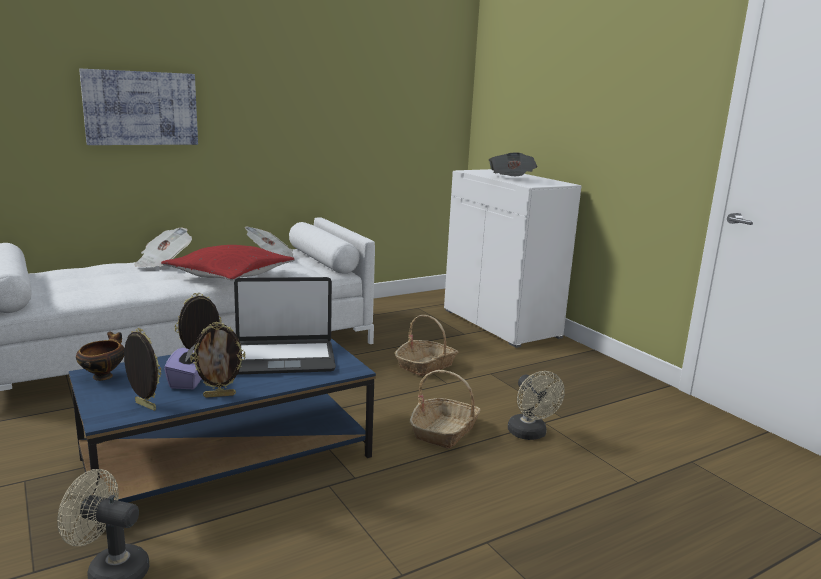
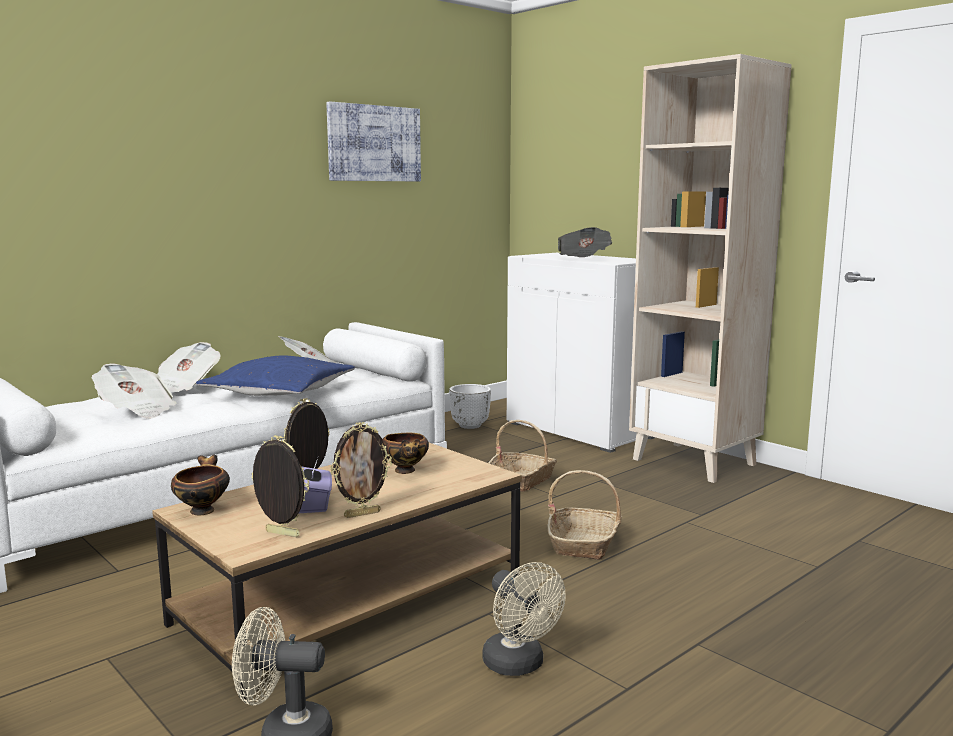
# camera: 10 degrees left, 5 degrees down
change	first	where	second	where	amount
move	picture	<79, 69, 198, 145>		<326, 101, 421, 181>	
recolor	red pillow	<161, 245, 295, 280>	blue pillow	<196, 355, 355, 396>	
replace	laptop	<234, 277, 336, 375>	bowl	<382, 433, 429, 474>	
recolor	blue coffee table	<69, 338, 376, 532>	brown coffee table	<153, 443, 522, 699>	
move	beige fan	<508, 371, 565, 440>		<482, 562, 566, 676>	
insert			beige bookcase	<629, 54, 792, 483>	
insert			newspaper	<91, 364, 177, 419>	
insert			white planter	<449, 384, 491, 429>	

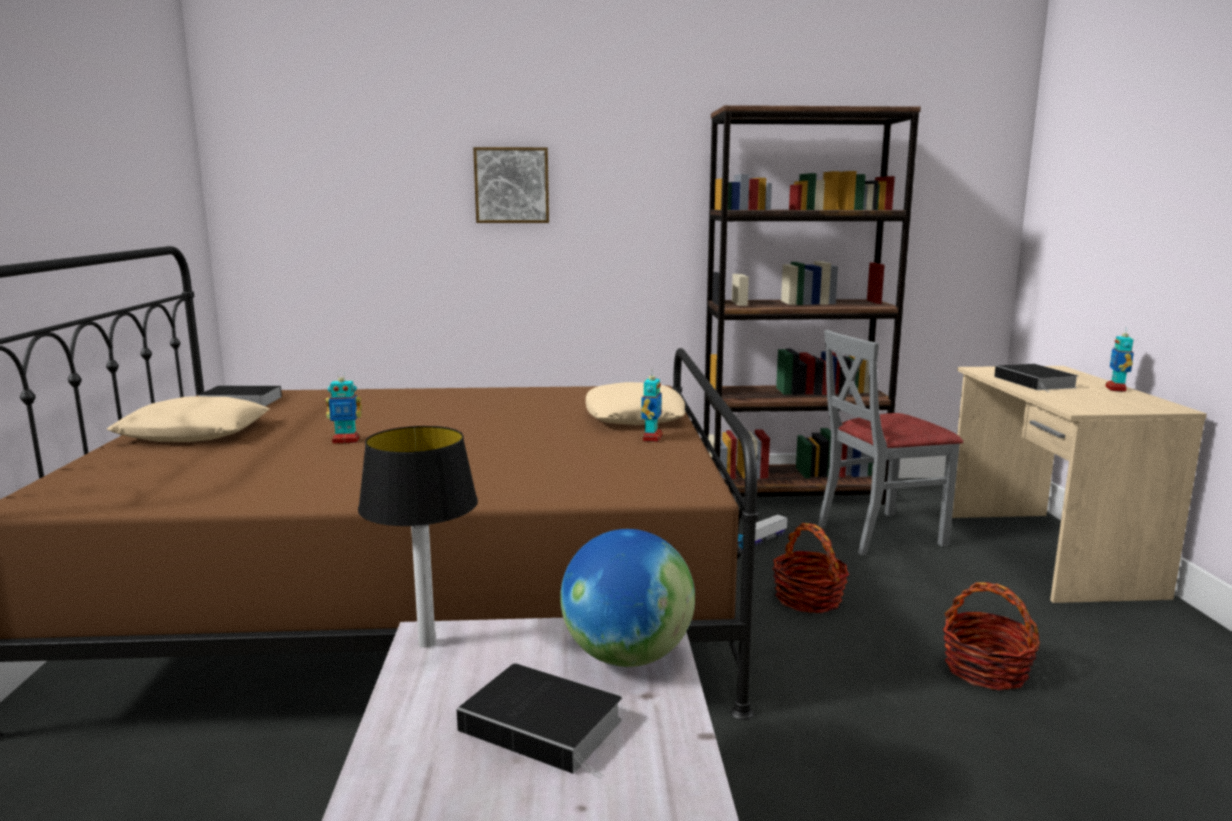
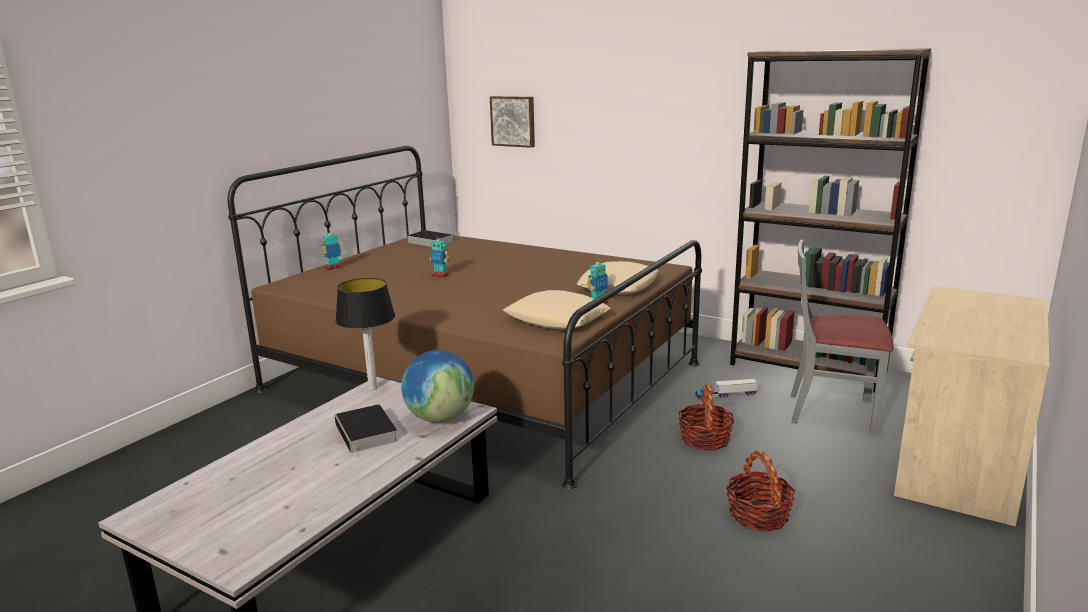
# camera: 35 degrees right, 5 degrees up
change	first	where	second	where	amount
move	picture	<473, 147, 549, 223>		<490, 96, 535, 148>	
move	toy robot	<1106, 327, 1134, 392>		<322, 229, 342, 270>	
delete	book	<994, 364, 1078, 393>			
move	beige pillow	<106, 396, 269, 442>		<503, 290, 611, 329>	

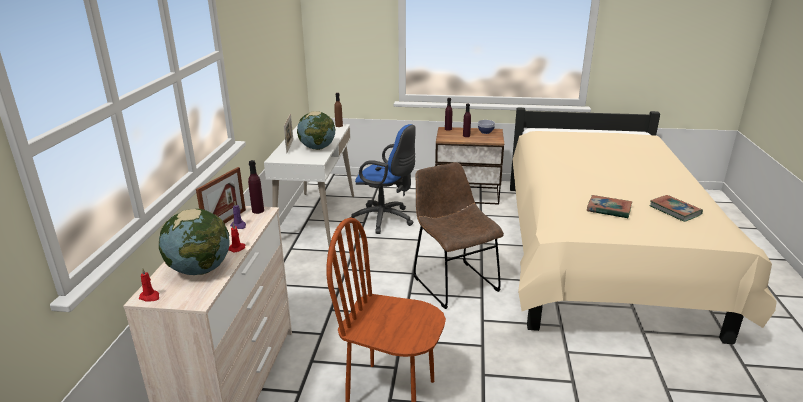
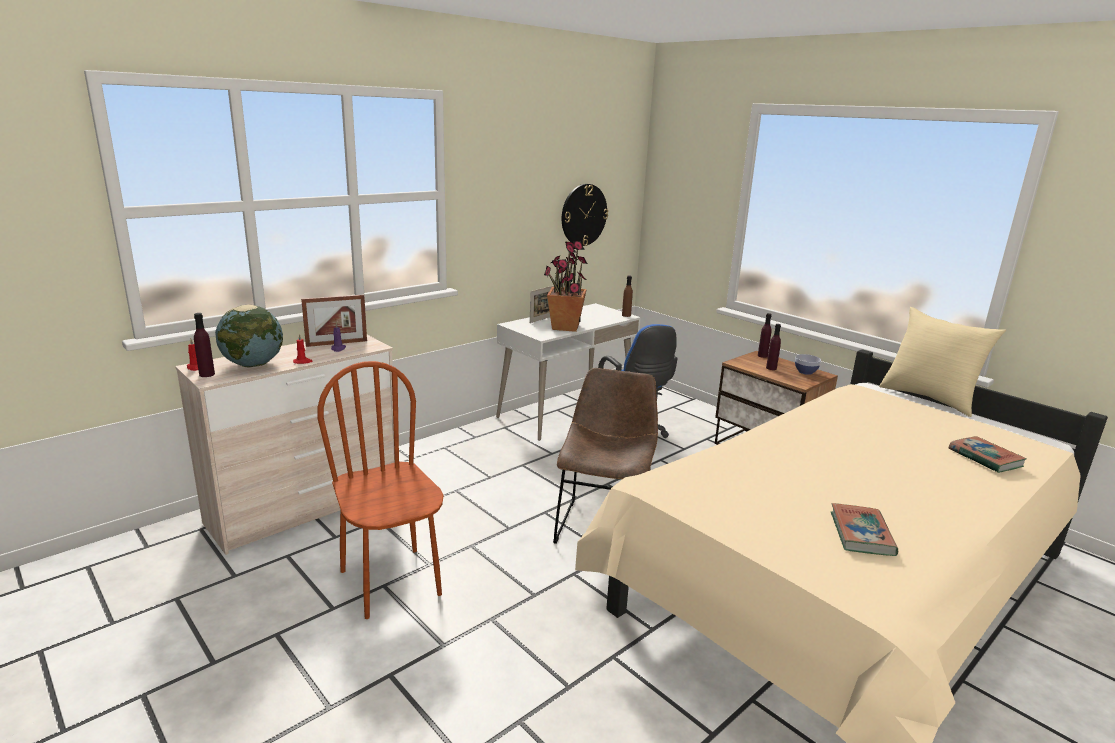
# camera: 40 degrees right, 5 degrees down
change	first	where	second	where	amount
replace	globe	<297, 111, 336, 150>	potted plant	<544, 241, 588, 332>	
move	purple bottle	<248, 160, 264, 214>		<194, 313, 215, 377>	
move	book	<587, 195, 632, 218>		<949, 436, 1027, 473>	
insert			wall clock	<562, 184, 608, 246>	
insert			beige pillow	<879, 307, 1006, 417>	

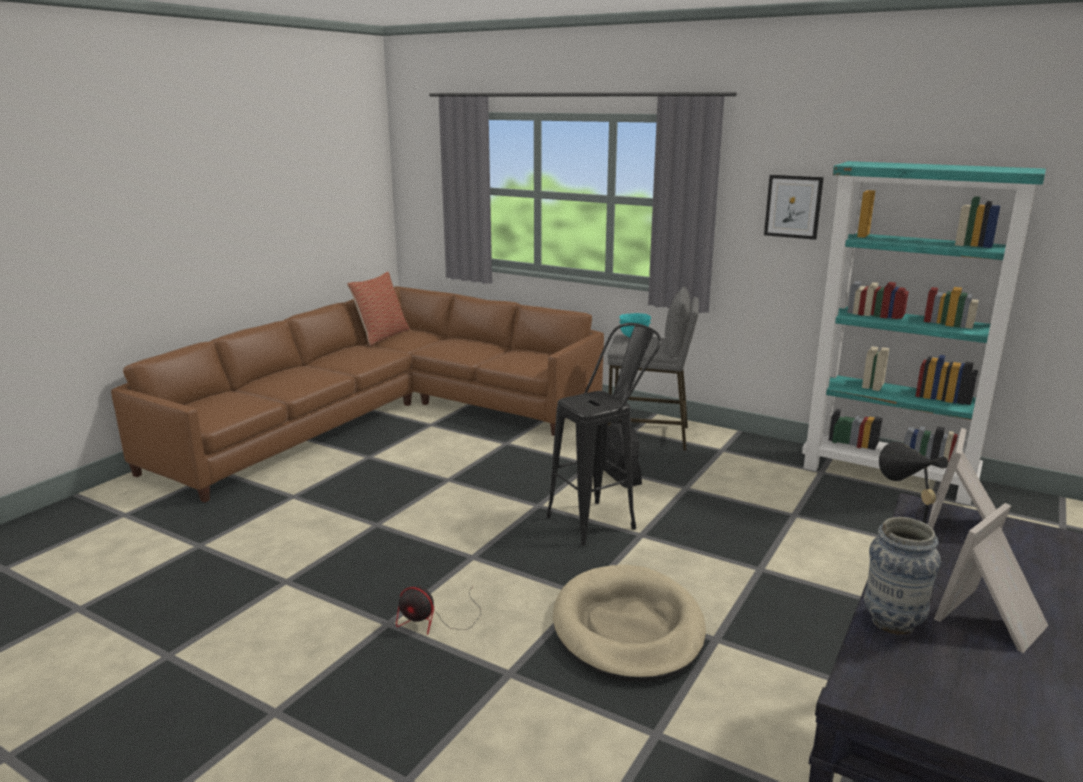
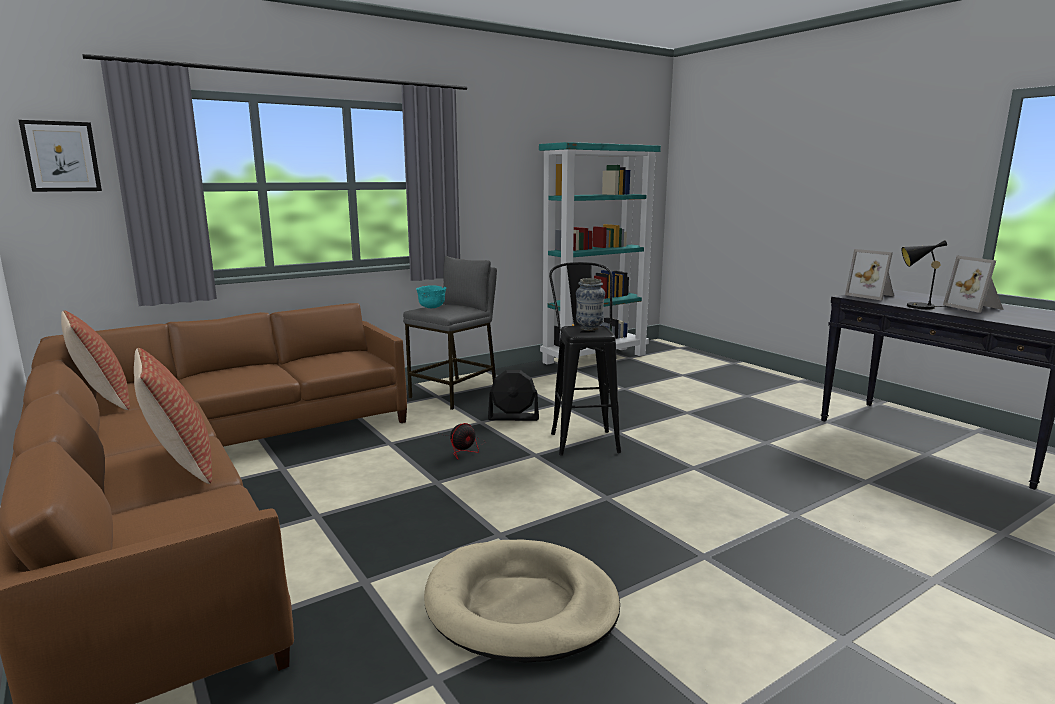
# camera: 65 degrees left, 5 degrees down
change	first	where	second	where	amount
move	picture	<764, 175, 824, 240>		<19, 120, 102, 192>	
move	vase	<864, 517, 941, 635>		<576, 278, 605, 331>	
move	beige dog bed	<553, 565, 706, 682>		<424, 540, 620, 663>	
move	fan	<396, 585, 481, 635>		<439, 423, 484, 460>	
insert			pillow	<134, 348, 212, 484>	

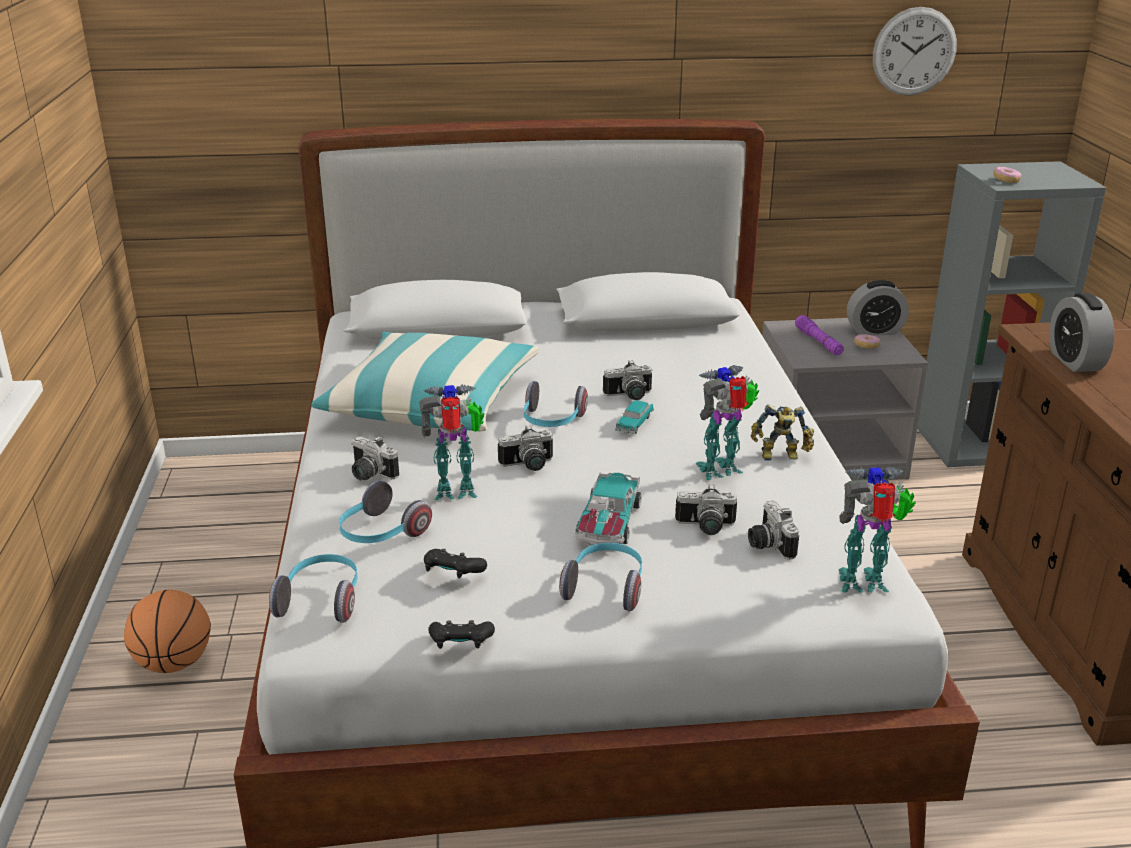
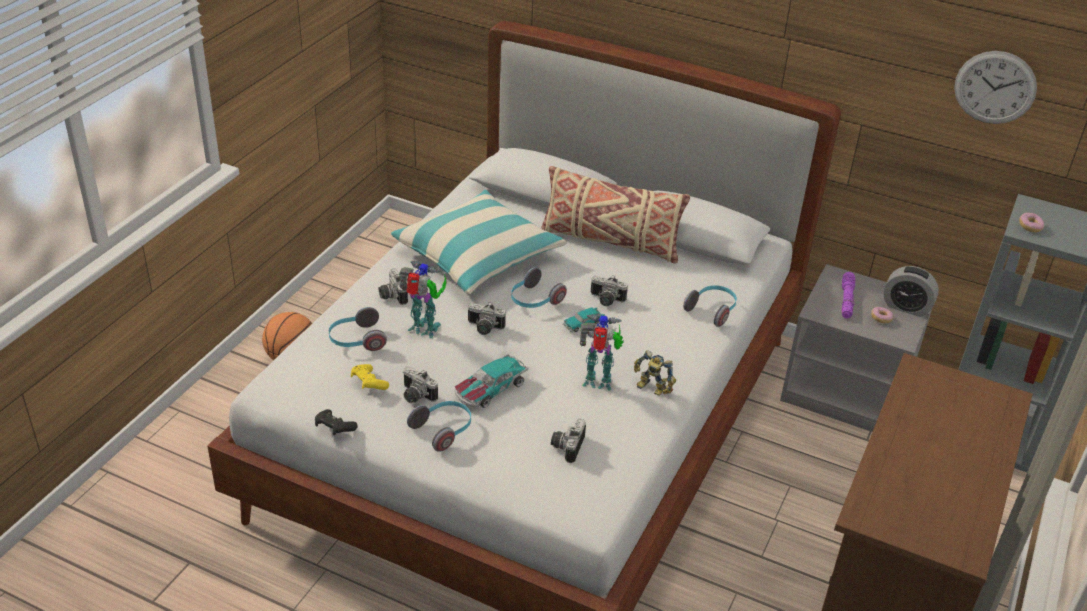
# camera: 30 degrees right, 10 degrees up
change	first	where	second	where	amount
delete	alarm clock	<1049, 293, 1114, 372>			
delete	toy robot	<839, 467, 916, 593>			
move	photo camera	<675, 484, 737, 535>		<403, 366, 438, 403>	
recolor	black game controller	<424, 549, 487, 578>	yellow game controller	<351, 364, 389, 390>	
move	headphones	<269, 554, 358, 623>		<683, 285, 737, 327>	
insert			beige pillow	<542, 166, 690, 264>	

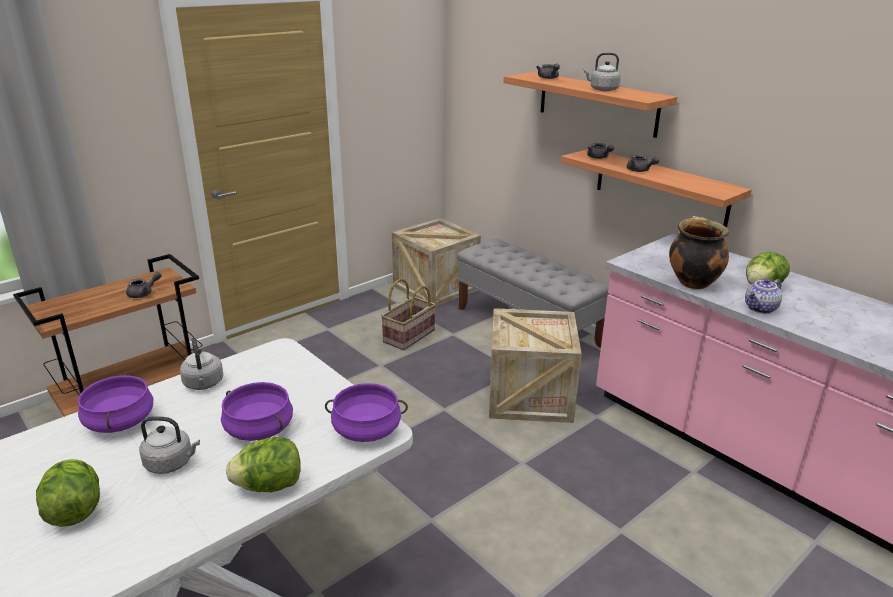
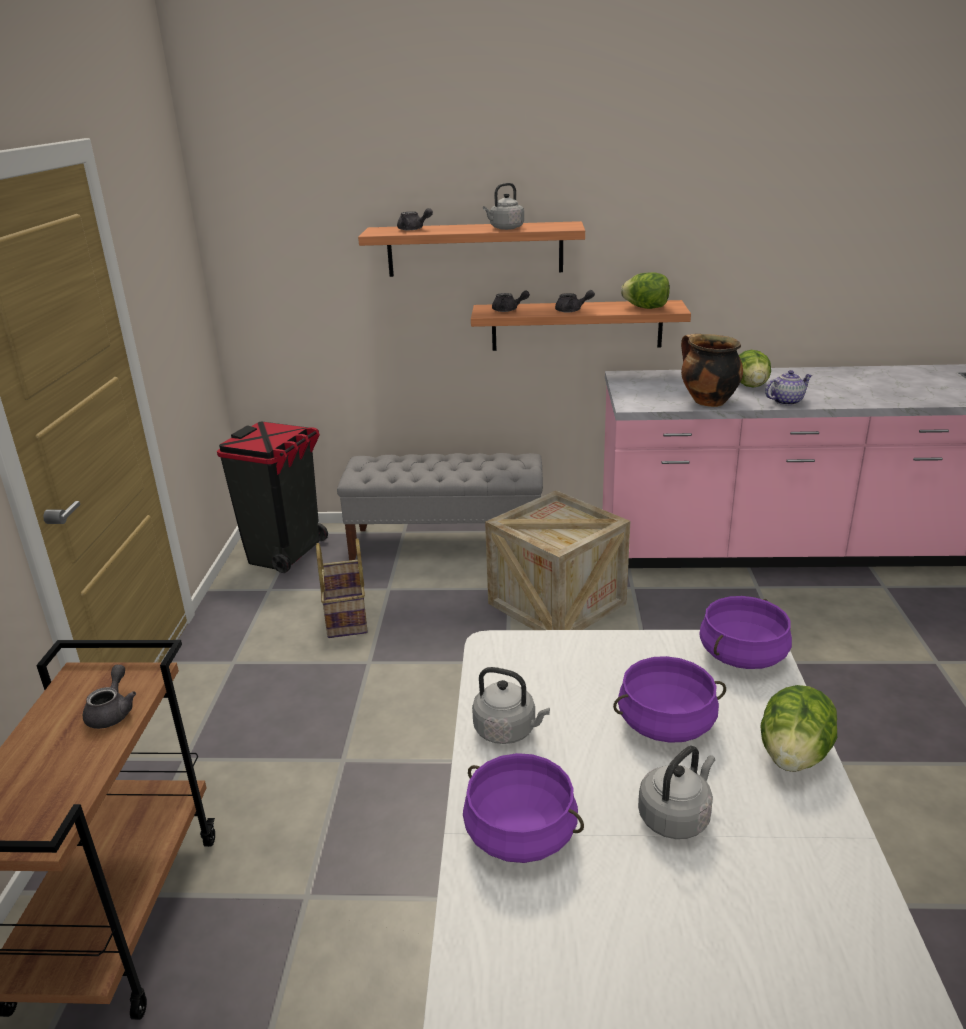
# camera: 45 degrees left, 0 degrees up
change	first	where	second	where	amount
replace	crate	<392, 218, 481, 307>	black trash can	<217, 422, 328, 573>	
rotate	teapot	<745, 279, 782, 314>		<765, 370, 812, 405>	120 degrees counterclockwise
move	lettuce	<36, 459, 100, 527>		<621, 272, 670, 309>	

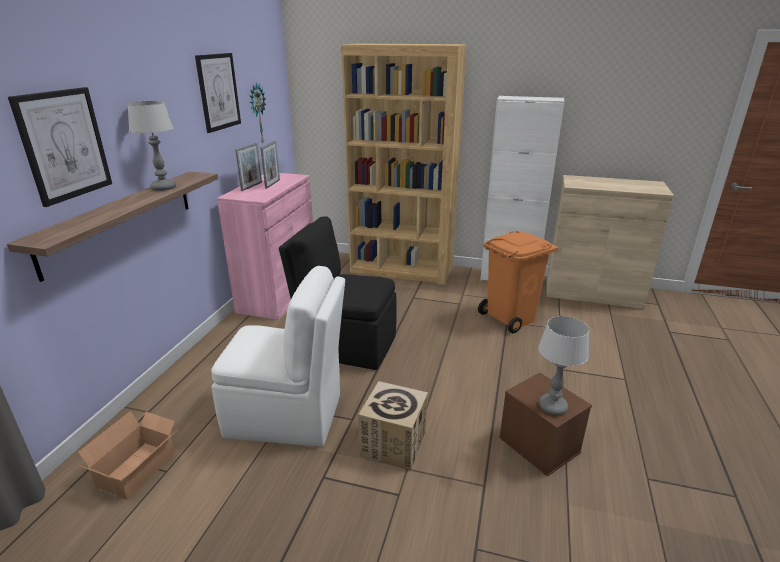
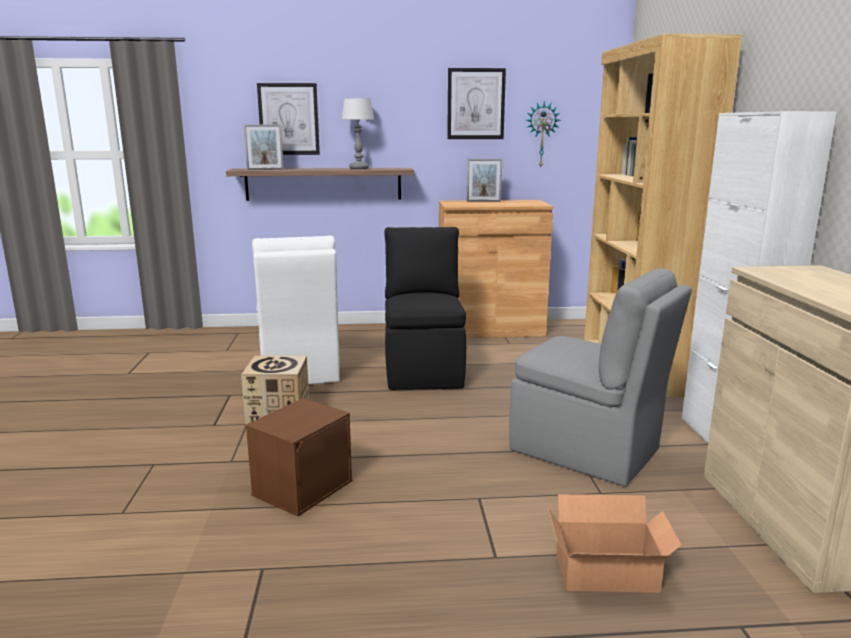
# camera: 70 degrees right, 10 degrees down
change	first	where	second	where	amount
move	picture frame	<261, 141, 280, 189>		<244, 124, 284, 170>	
recolor	pink cabinet	<217, 173, 313, 320>	brown cabinet	<439, 200, 553, 338>	
replace	orange trash can	<478, 231, 558, 333>	grey chair	<509, 268, 692, 486>	
delete	table lamp	<538, 316, 589, 415>			
move	cardboard box	<78, 411, 176, 499>		<548, 494, 682, 593>	

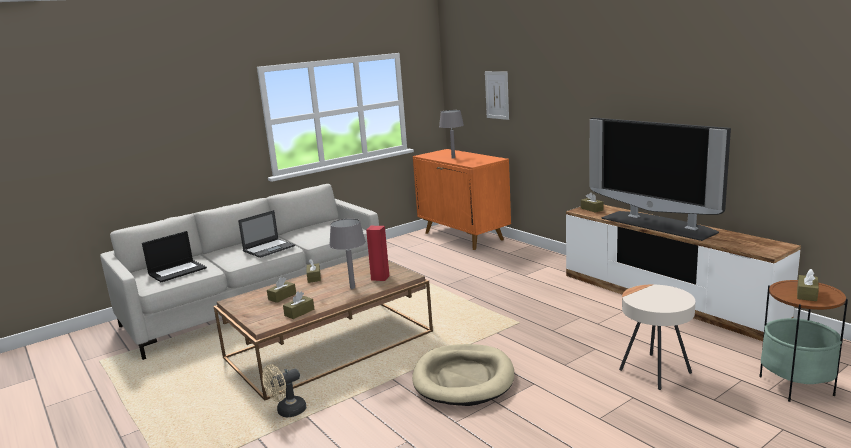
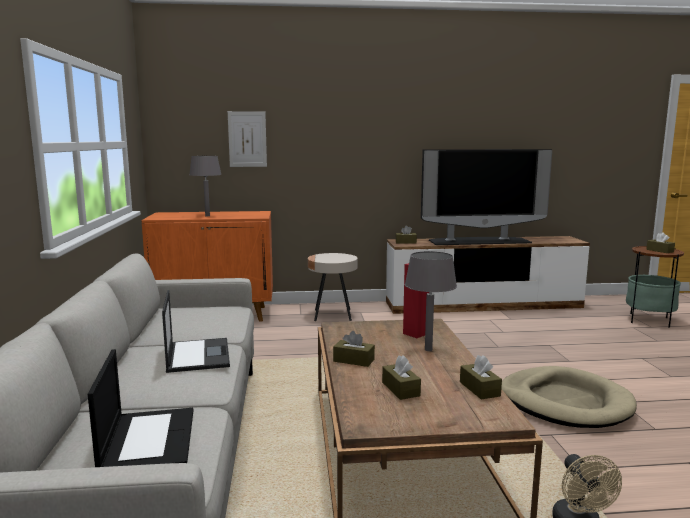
# camera: 60 degrees left, 5 degrees down
change	first	where	second	where	amount
move	beige side table	<619, 285, 696, 390>		<308, 253, 357, 321>	

